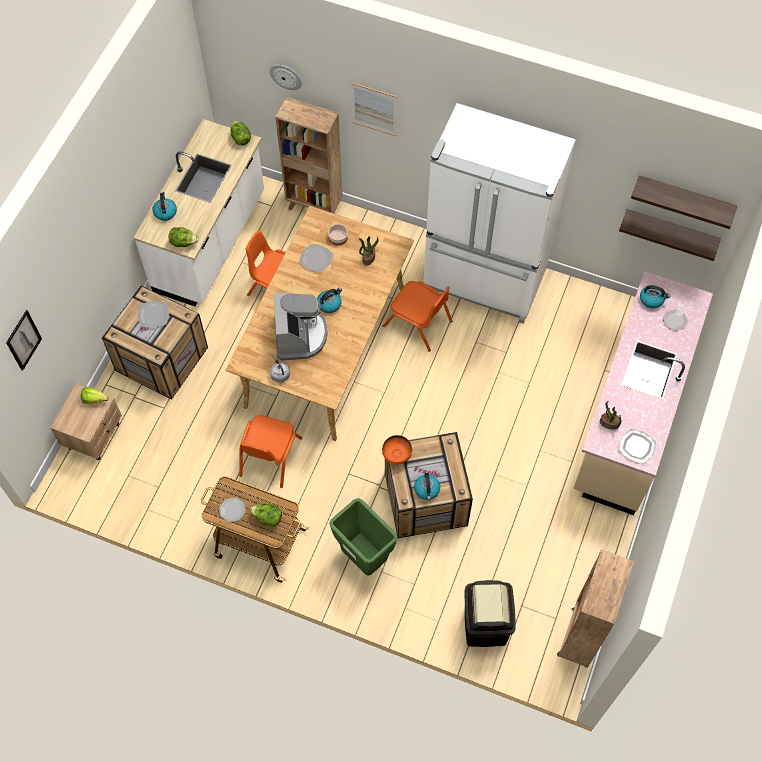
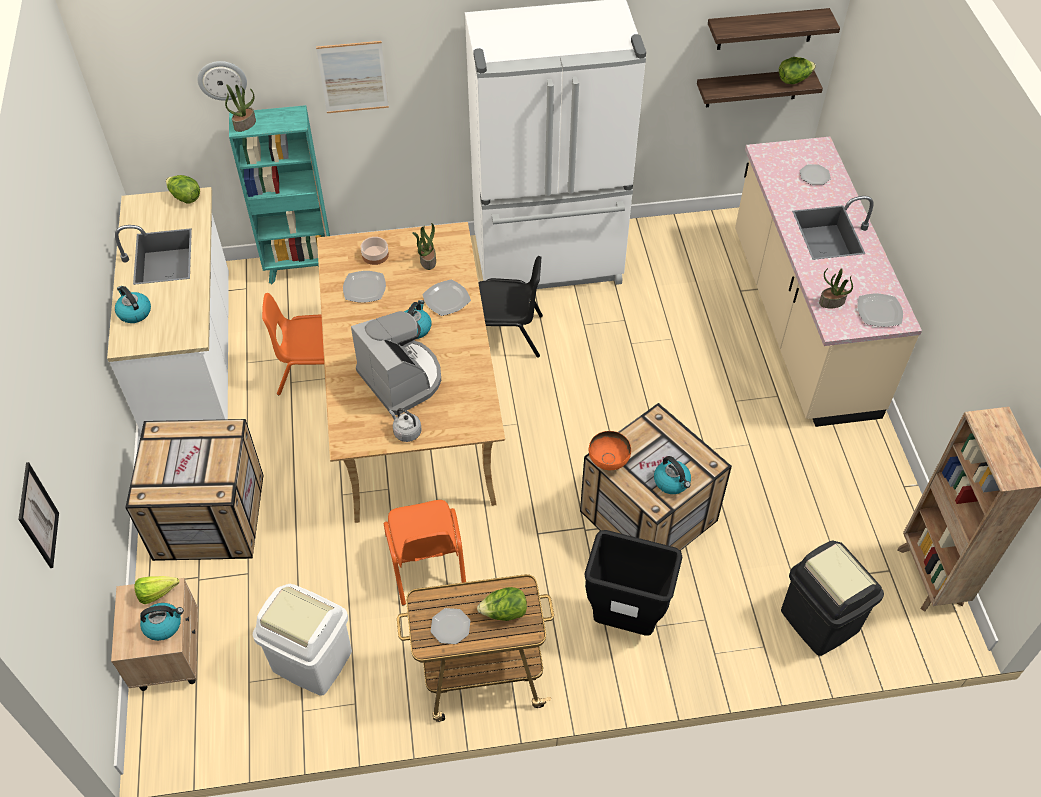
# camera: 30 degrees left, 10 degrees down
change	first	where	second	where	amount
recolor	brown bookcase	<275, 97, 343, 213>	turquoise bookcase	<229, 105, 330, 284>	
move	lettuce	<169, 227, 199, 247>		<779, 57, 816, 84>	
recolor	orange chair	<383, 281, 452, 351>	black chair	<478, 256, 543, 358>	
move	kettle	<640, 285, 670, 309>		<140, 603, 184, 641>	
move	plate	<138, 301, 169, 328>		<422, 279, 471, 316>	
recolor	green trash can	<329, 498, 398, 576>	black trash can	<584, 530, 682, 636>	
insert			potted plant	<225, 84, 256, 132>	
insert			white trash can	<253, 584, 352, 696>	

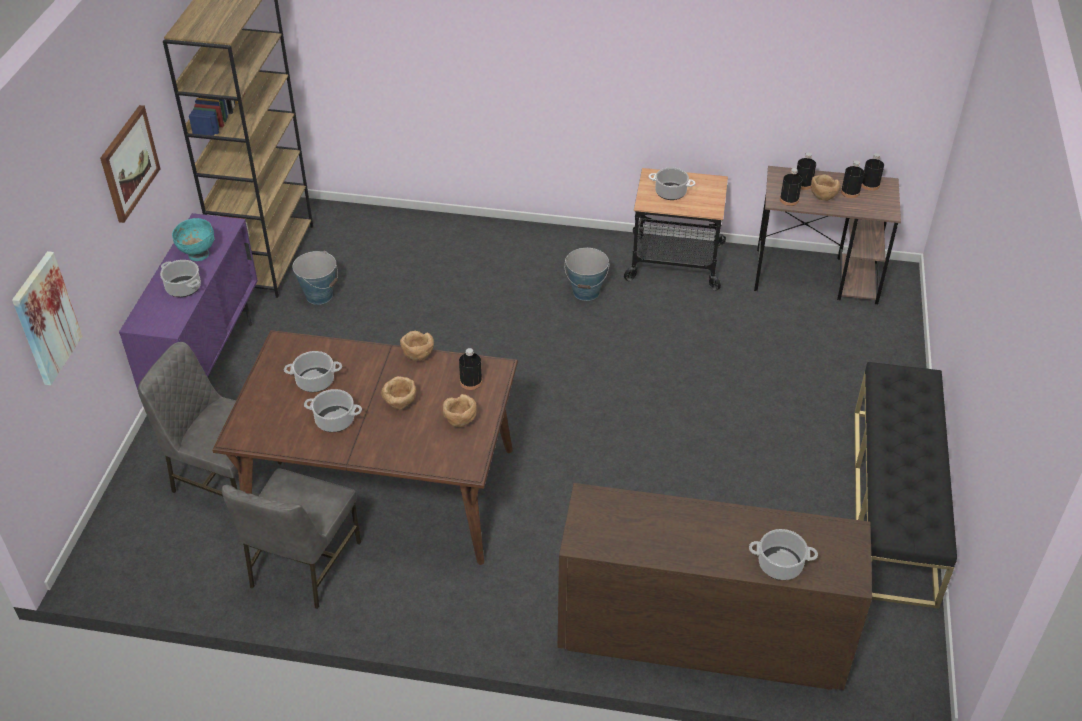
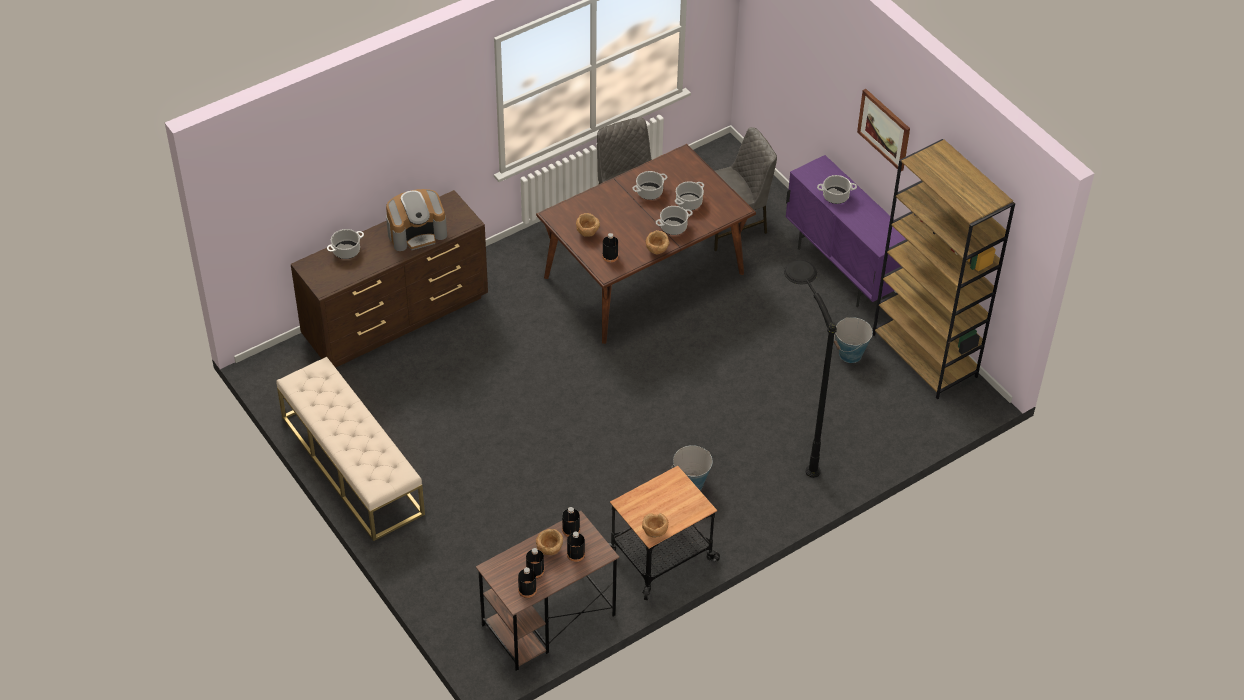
# camera: 135 degrees right, 5 degrees up
change	first	where	second	where	amount
move	cooking pot	<649, 167, 695, 200>		<656, 206, 693, 235>	
delete	turquoise bowl	<172, 218, 214, 261>			
delete	picture	<12, 251, 83, 385>			
recolor	black bench	<854, 362, 957, 609>	beige bench	<276, 357, 425, 541>	
move	brown bowl	<381, 376, 416, 410>		<642, 513, 669, 538>	
insert			coffee machine	<386, 189, 447, 251>	
insert			black floor lamp	<784, 260, 837, 478>	

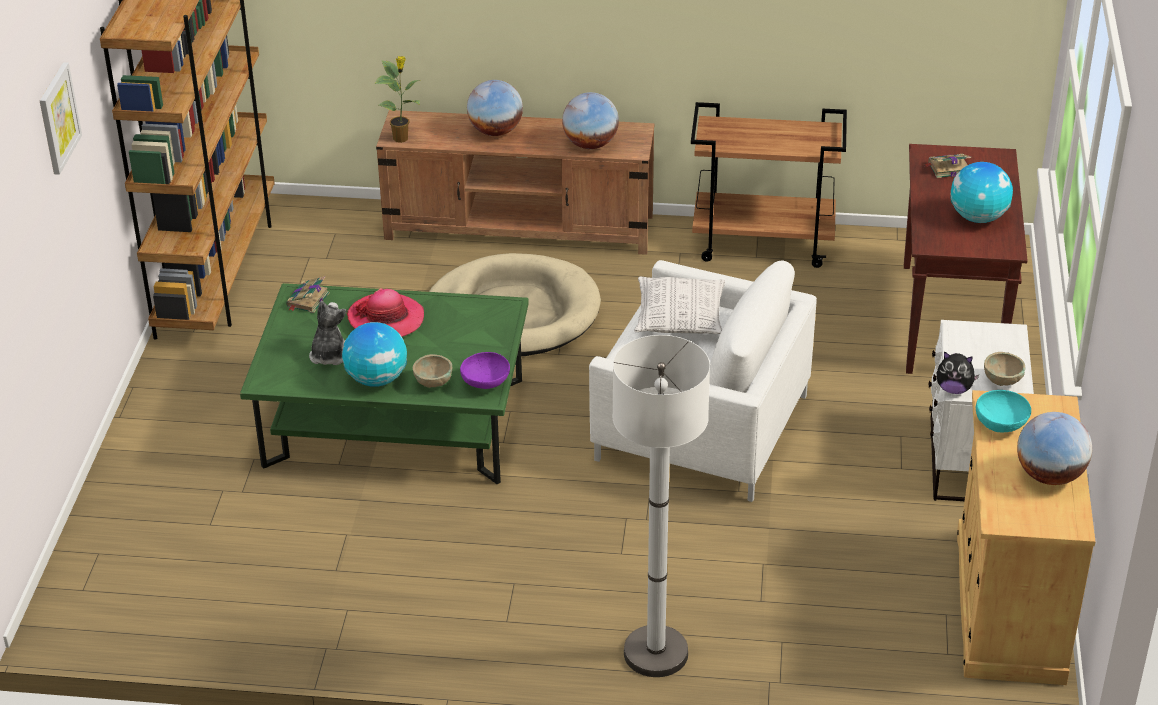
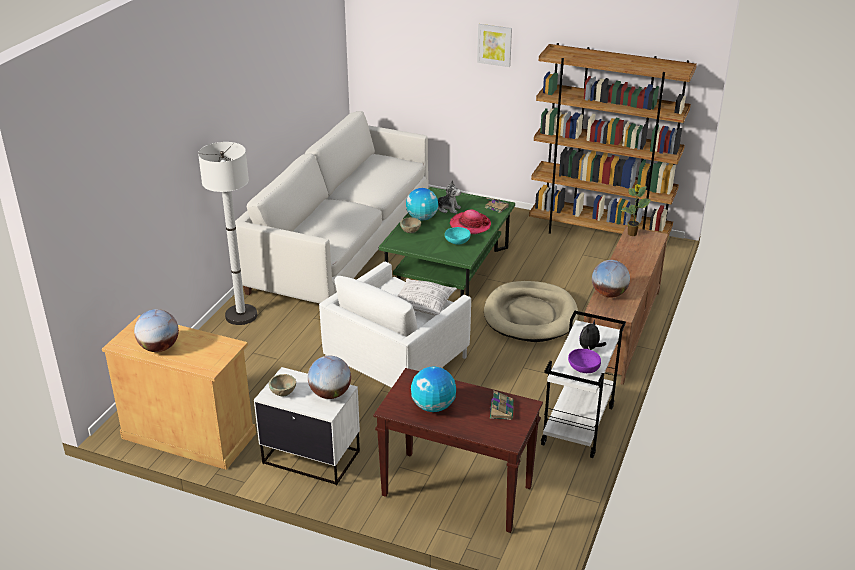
# camera: 105 degrees right, 5 degrees down
change	first	where	second	where	amount
move	globe	<467, 80, 523, 136>		<308, 356, 351, 399>	
recolor	brown cart	<691, 102, 847, 268>	white cart	<541, 311, 626, 458>	
move	plush toy	<936, 351, 979, 394>		<579, 320, 606, 350>	
move	purple bowl	<460, 352, 510, 389>		<568, 349, 601, 373>	
move	turquoise bowl	<976, 390, 1031, 432>		<445, 227, 471, 245>	
insert			white sofa	<235, 111, 428, 303>	

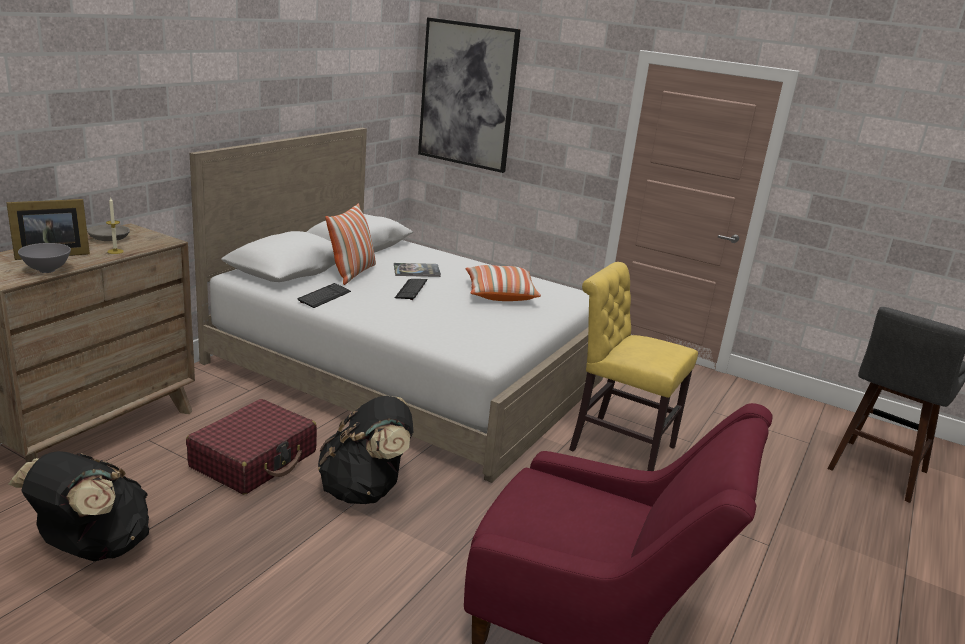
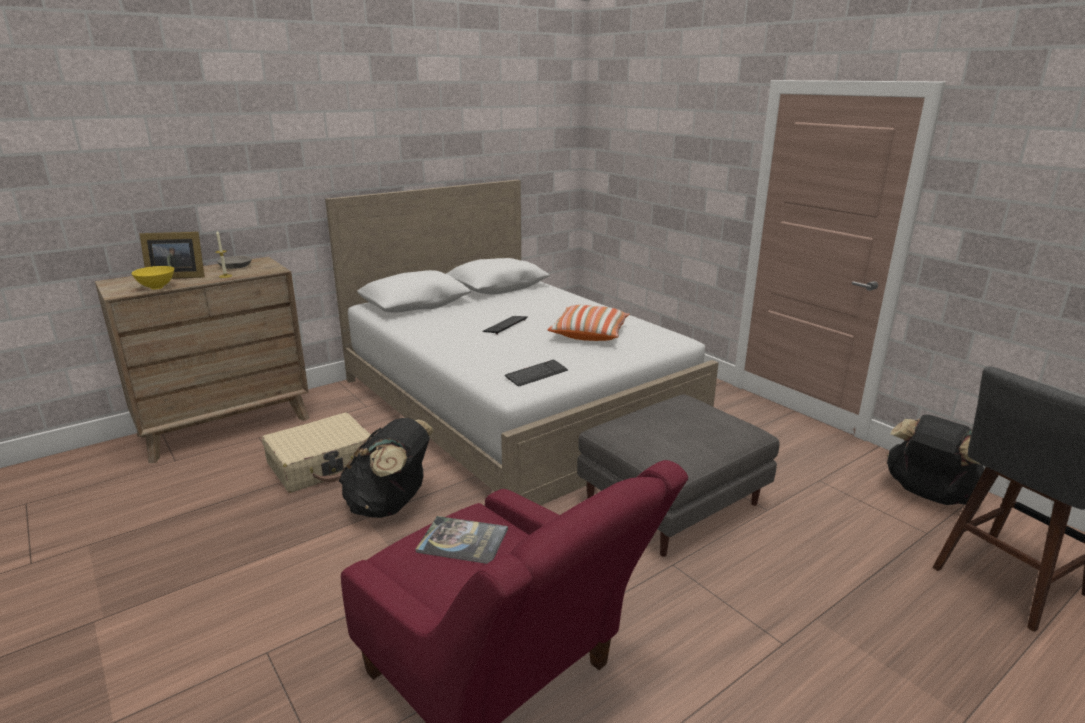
# camera: 25 degrees right, 0 degrees up
change	first	where	second	where	amount
delete	picture	<418, 17, 521, 173>			
delete	pillow	<325, 203, 376, 285>			
recolor	grey bowl	<18, 243, 71, 273>	yellow bowl	<132, 266, 174, 289>	
replace	yellow chair	<569, 262, 698, 471>	grey ottoman	<577, 394, 780, 557>	
move	book	<394, 263, 441, 277>		<416, 516, 508, 564>	
move	keyboard	<297, 283, 351, 308>		<505, 360, 568, 387>	
recolor	red suitcase	<186, 399, 317, 495>	beige suitcase	<262, 413, 371, 493>	
move	black backpack	<9, 451, 149, 561>		<887, 415, 984, 505>	

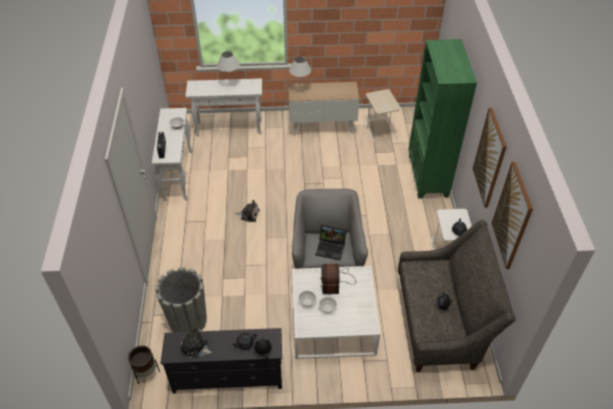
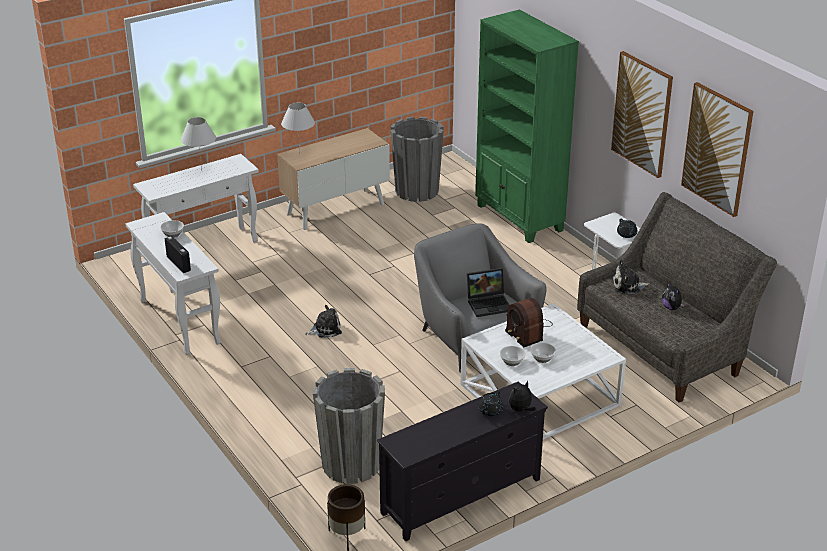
# camera: 30 degrees left, 15 degrees down
change	first	where	second	where	amount
replace	beige side table	<364, 89, 401, 143>	grey planter	<391, 116, 444, 202>	
move	plush toy	<180, 327, 212, 358>		<612, 259, 650, 294>	

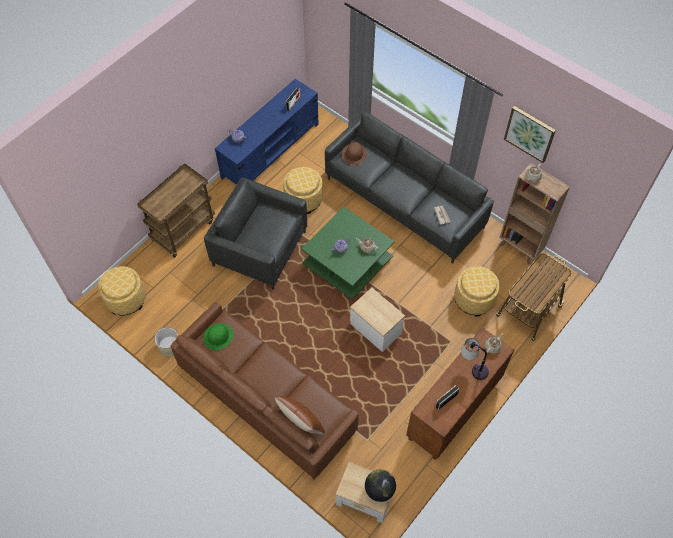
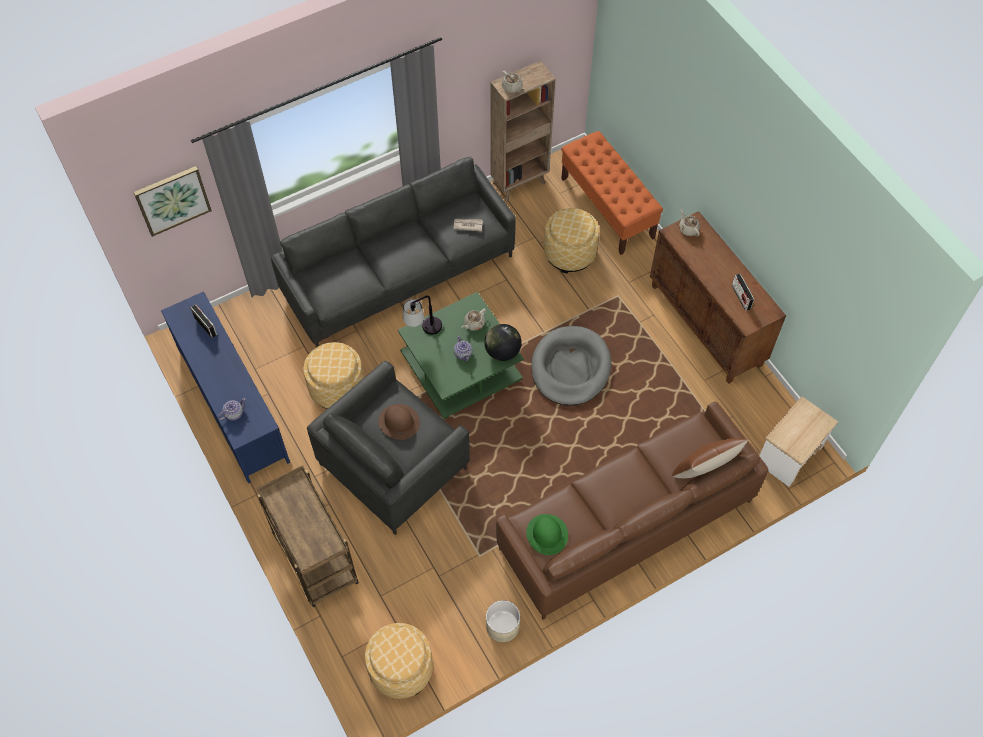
# camera: 70 degrees left, 0 degrees up
change	first	where	second	where	amount
move	picture	<504, 106, 556, 163>		<133, 166, 212, 237>	
move	brown hat	<342, 142, 367, 165>		<378, 404, 420, 440>	
replace	cart	<496, 253, 572, 341>	orange bench	<561, 131, 663, 255>	
replace	side table	<350, 288, 405, 352>	grey dog bed	<531, 326, 611, 406>	
move	table lamp	<461, 338, 489, 380>		<403, 296, 442, 335>	
move	globe	<365, 469, 396, 502>		<484, 324, 522, 361>	

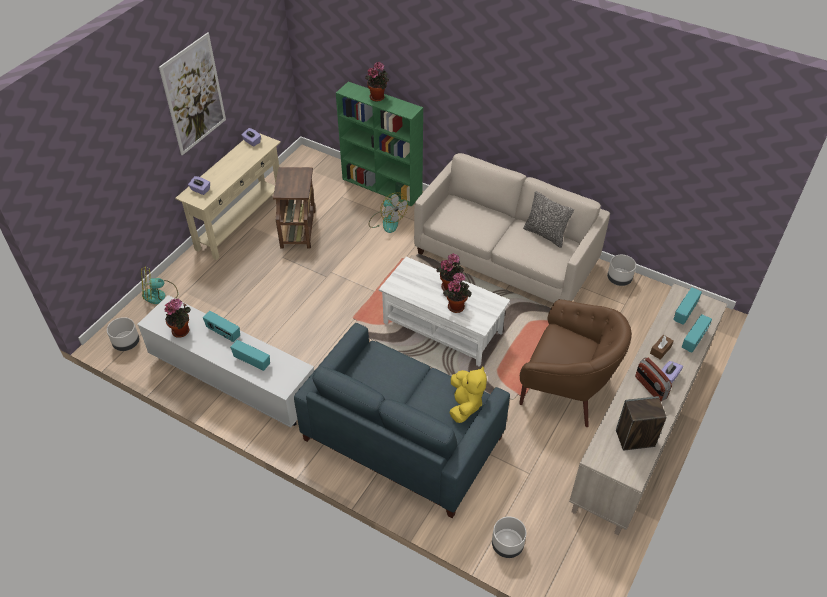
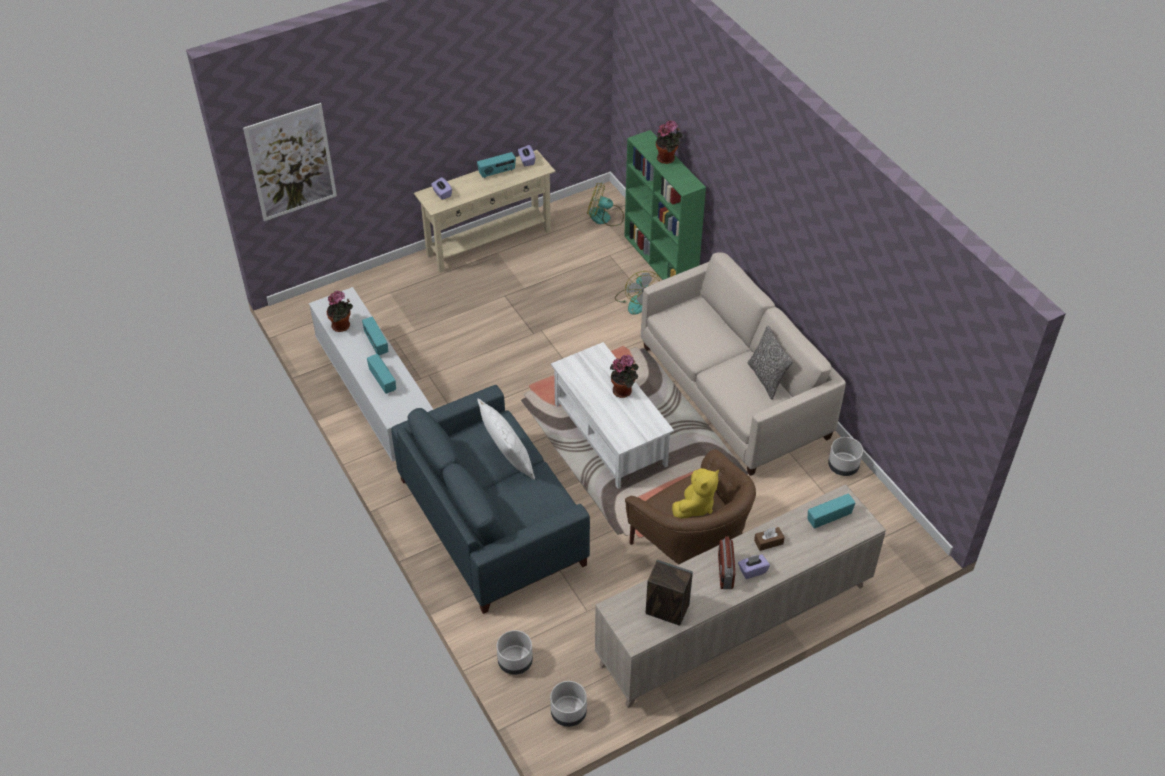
# camera: 30 degrees right, 0 degrees up
change	first	where	second	where	amount
move	picture	<159, 32, 226, 155>		<243, 103, 337, 221>	
delete	brown side table	<273, 167, 315, 249>			
move	fan	<141, 266, 178, 304>		<587, 182, 624, 226>	
delete	potted plant	<443, 272, 472, 313>			
move	radio	<682, 314, 712, 353>		<477, 152, 516, 178>	
move	grey planter	<107, 317, 139, 351>		<550, 681, 587, 727>	
move	yellow plush toy	<449, 366, 487, 423>		<672, 468, 719, 519>	
insert			white pillow	<477, 399, 535, 480>	

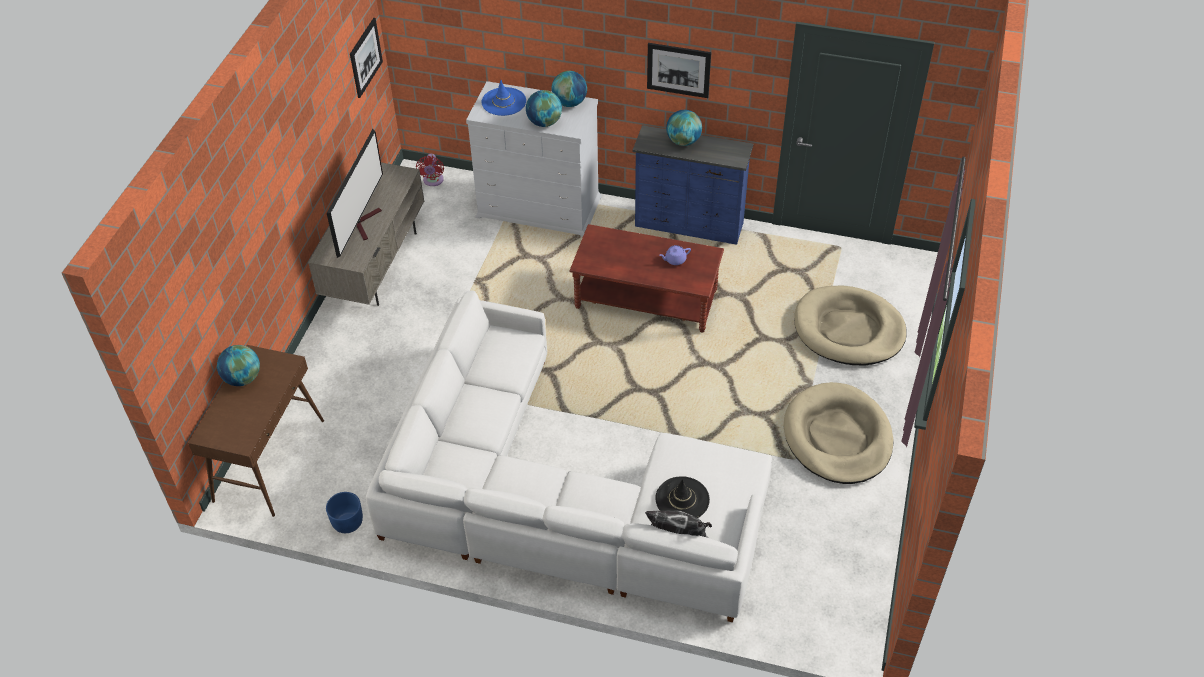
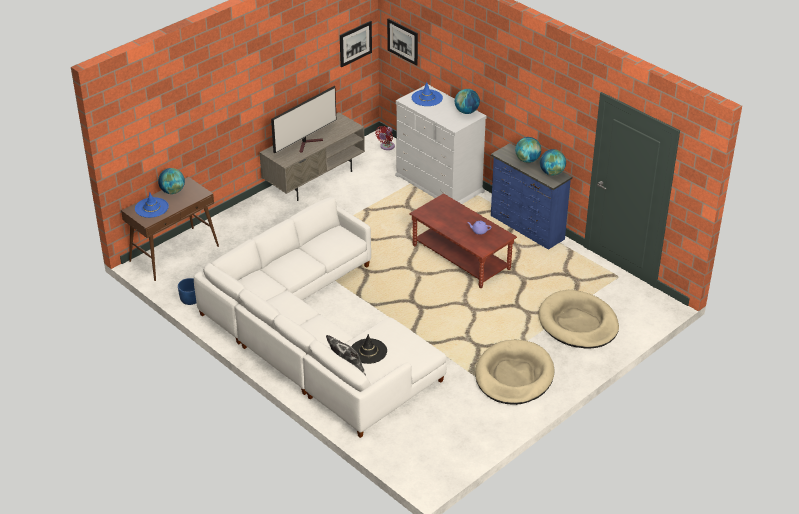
# camera: 30 degrees right, 10 degrees down
change	first	where	second	where	amount
move	picture	<647, 43, 711, 98>		<387, 18, 418, 66>	
move	globe	<526, 90, 562, 127>		<540, 149, 566, 175>	
insert			blue hat	<135, 192, 169, 218>	

